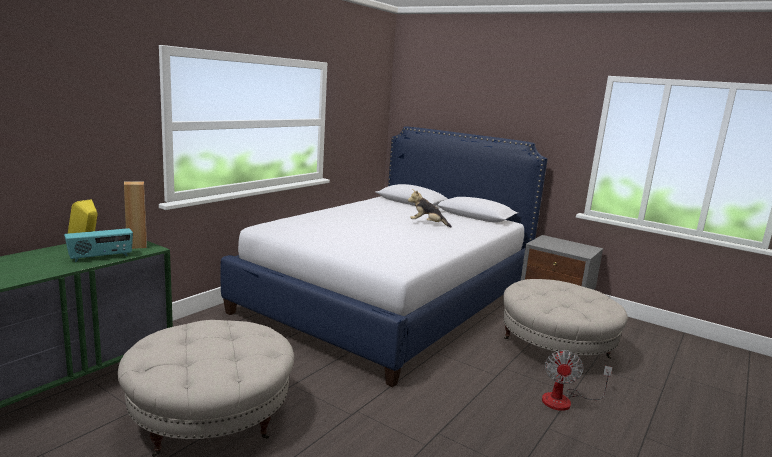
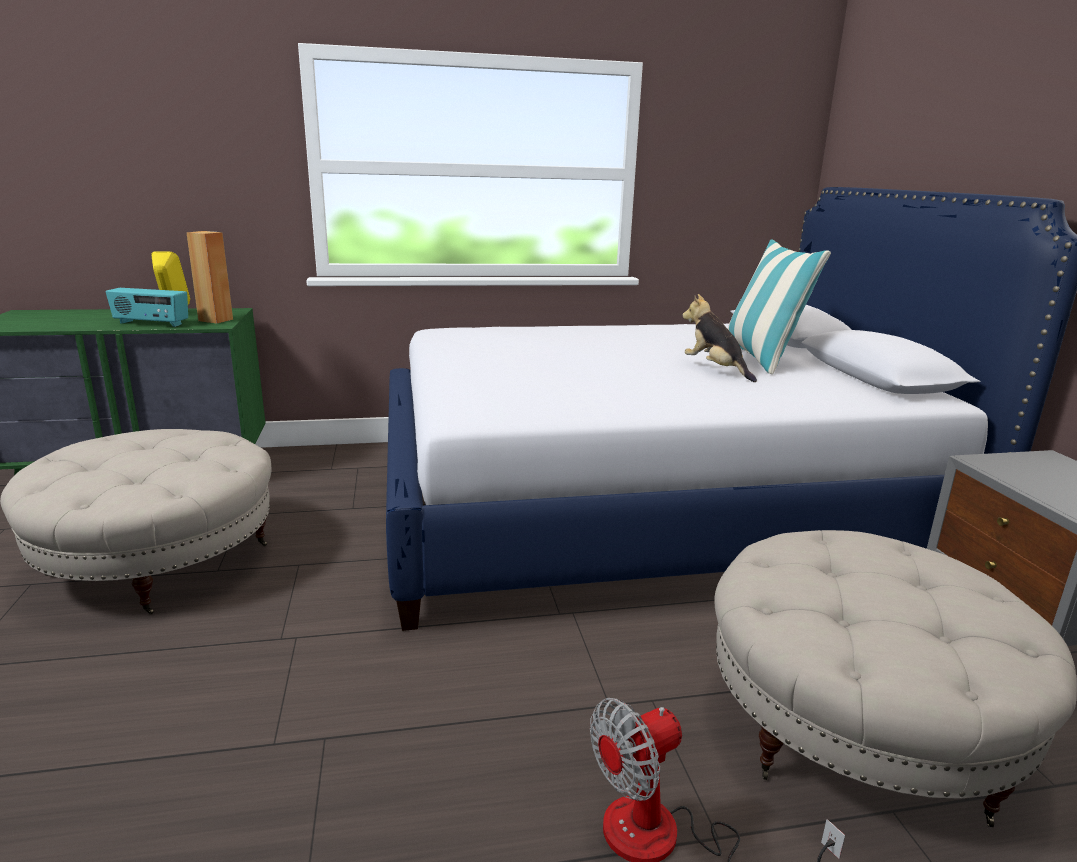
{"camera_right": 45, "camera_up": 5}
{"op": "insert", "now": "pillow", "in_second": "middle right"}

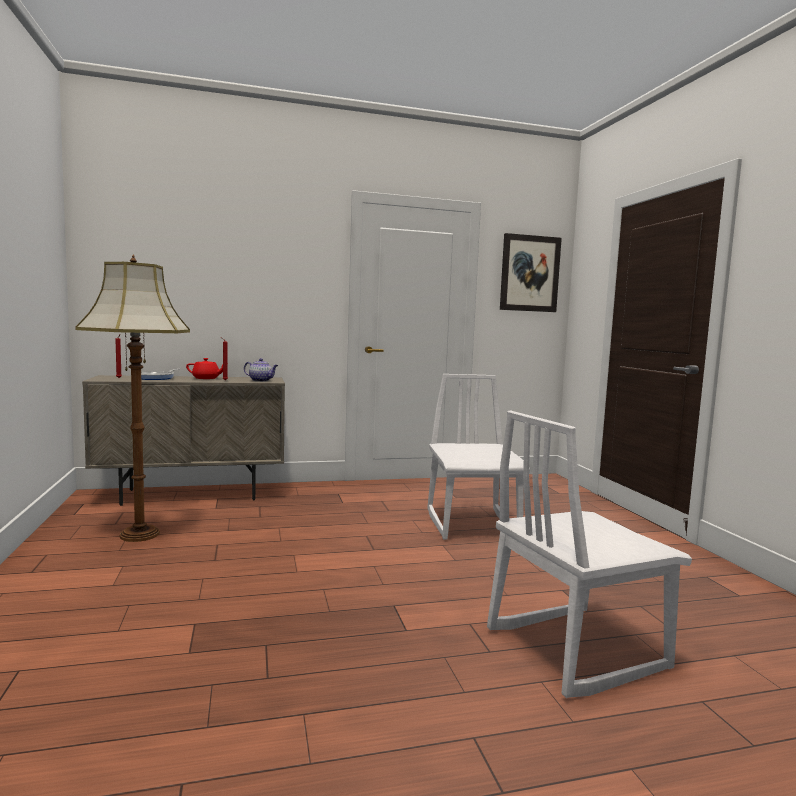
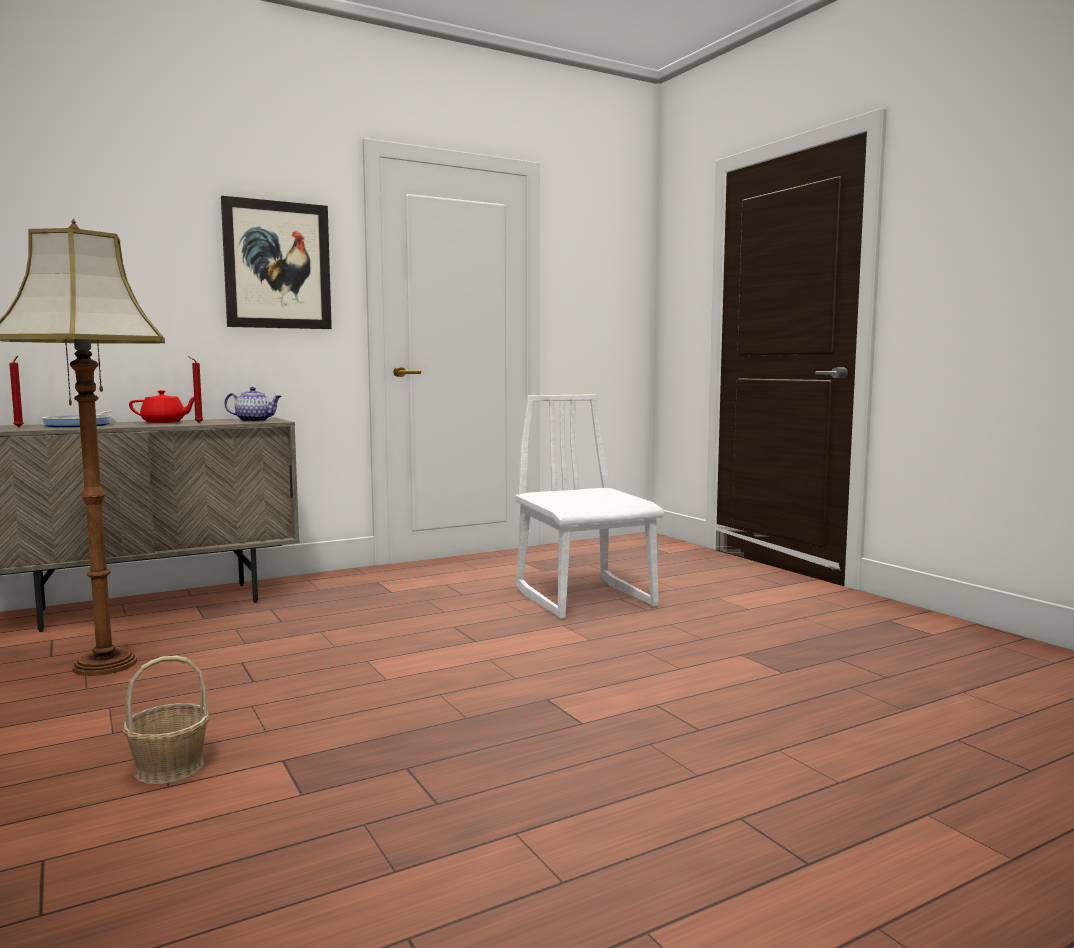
{"camera_right": -15, "camera_up": 0}
{"op": "move", "was": "wall picture", "in_first": "middle right", "in_second": "top left"}
{"op": "delete", "was": "chair (whitish) (2nd from left)", "in_first": "bottom right"}
{"op": "insert", "now": "storage basket", "in_second": "bottom left"}

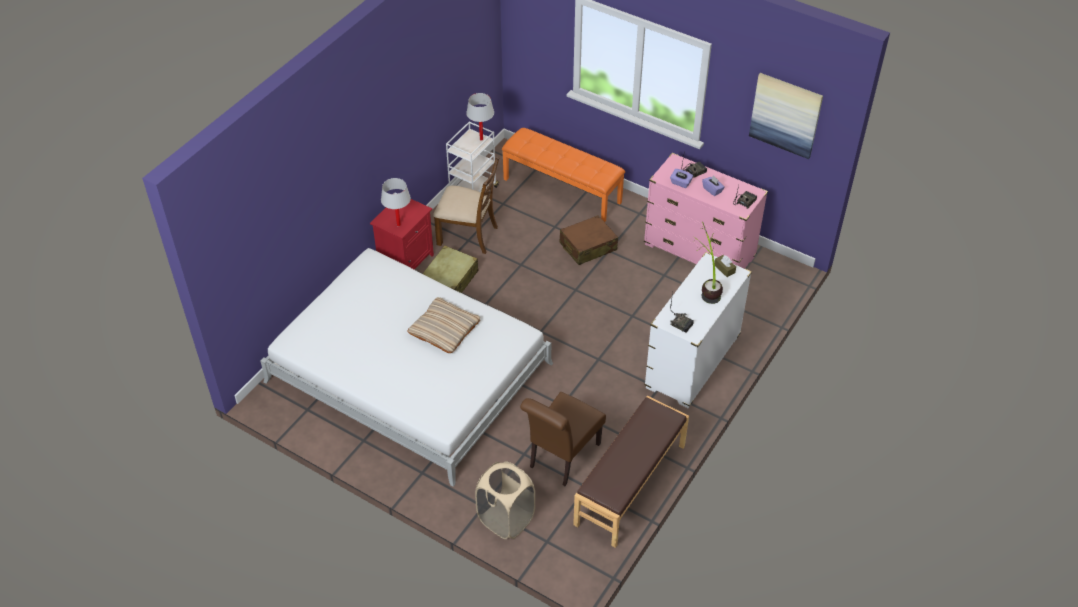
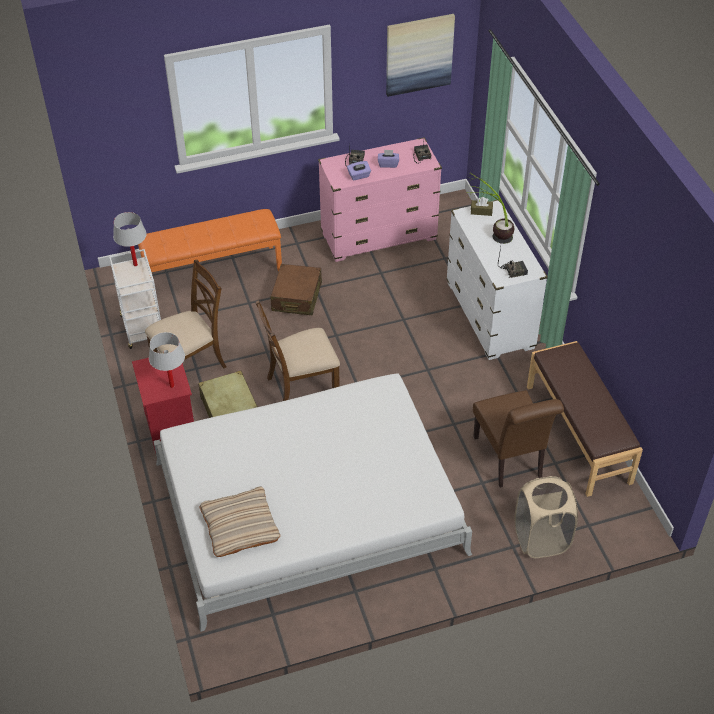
{"camera_right": -50, "camera_up": 0}
{"op": "move", "was": "pillow (sand-coloured)", "in_first": "centre", "in_second": "bottom centre"}
{"op": "insert", "now": "chair (brown) (2nd from left)", "in_second": "centre"}

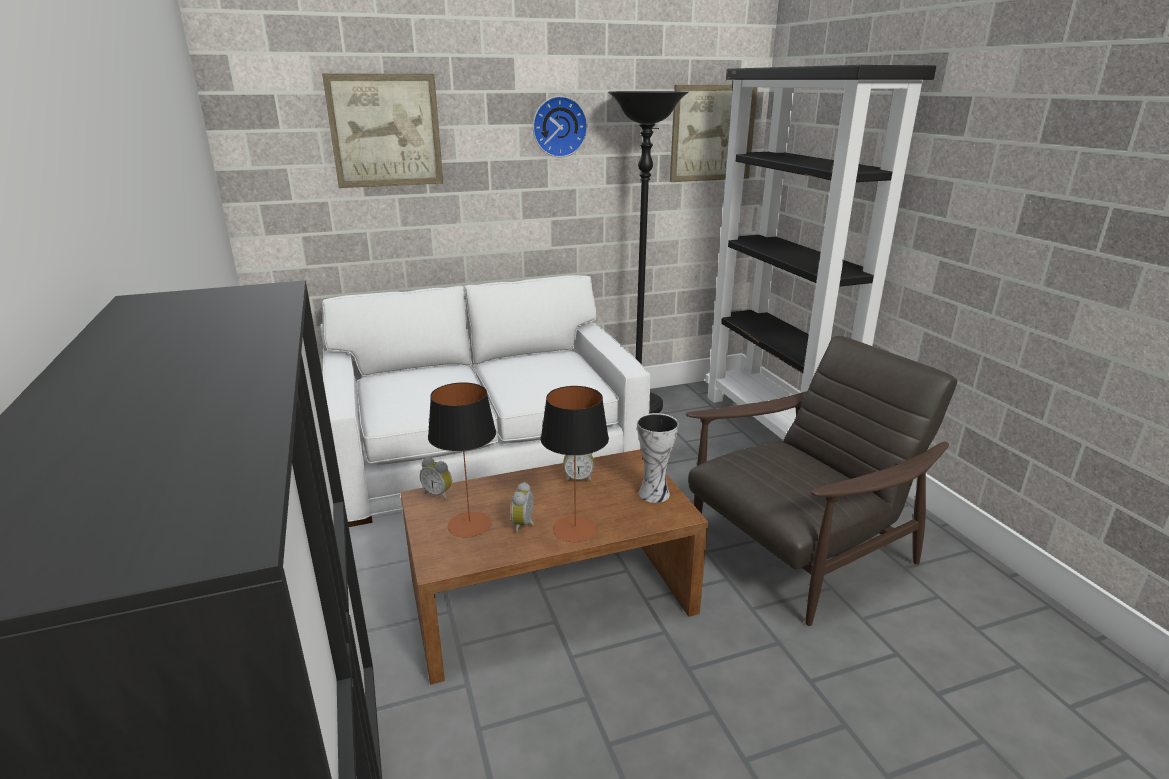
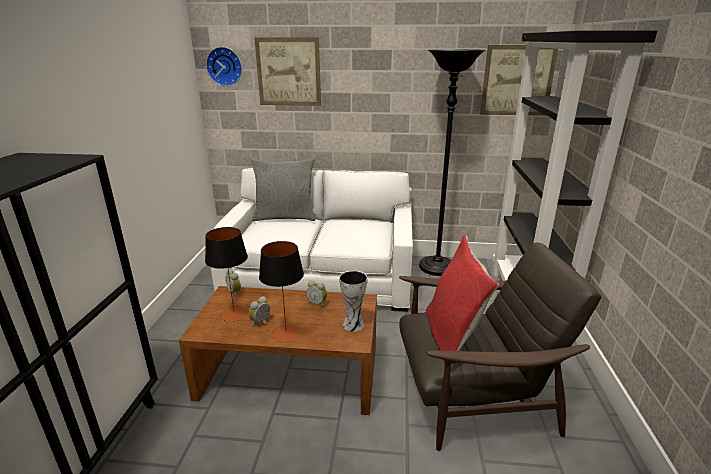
{"camera_right": 25, "camera_up": 0}
{"op": "move", "was": "wall clock", "in_first": "top centre", "in_second": "top left"}
{"op": "insert", "now": "pillow (gray)", "in_second": "centre"}
{"op": "insert", "now": "pillow (reddish)", "in_second": "centre"}

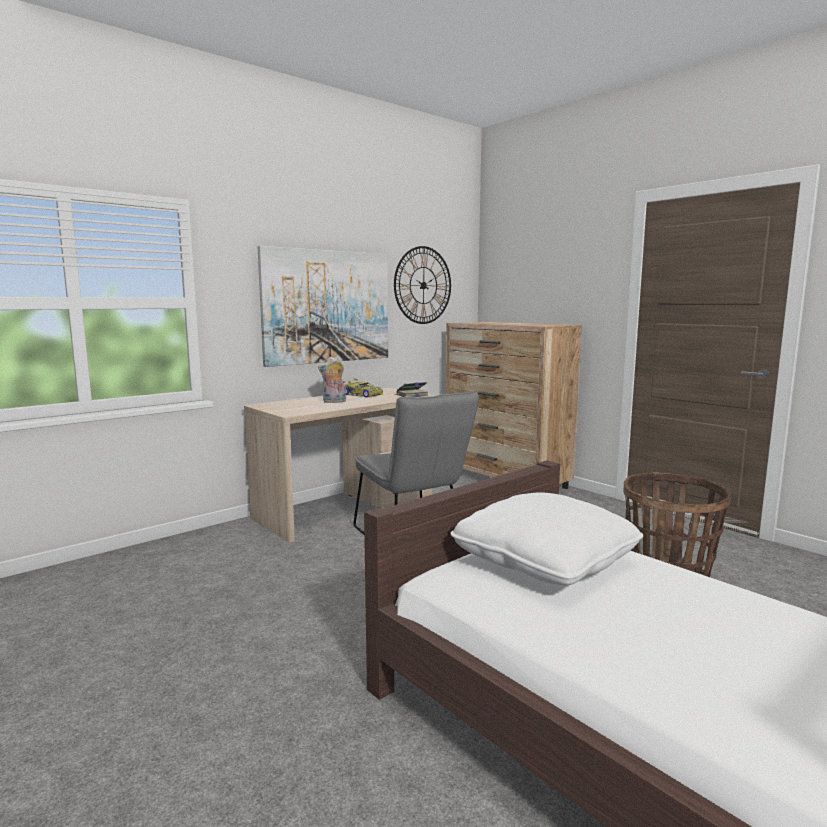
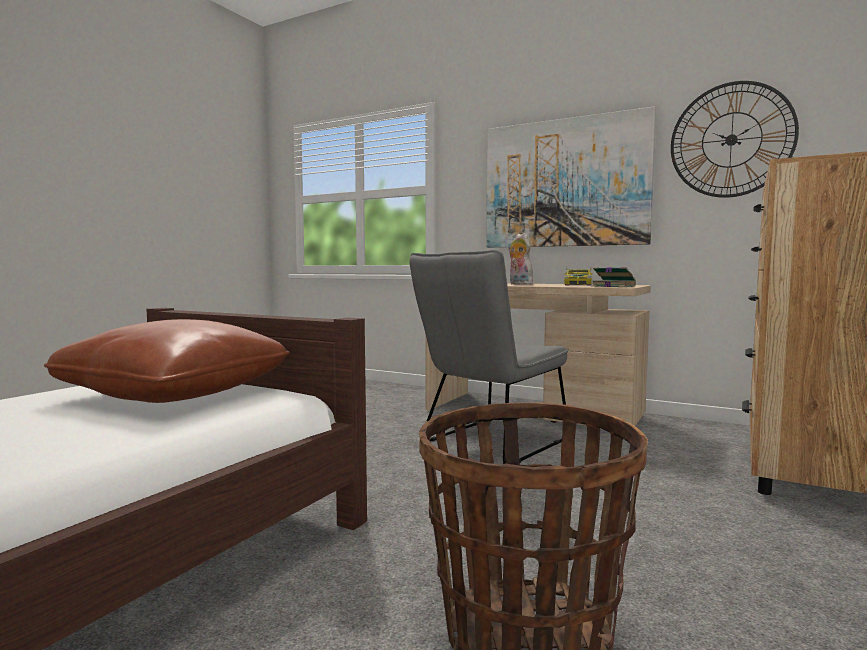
{"camera_right": 70, "camera_up": -5}
{"op": "recolor", "was": "pillow (whitish)", "now": "pillow (brown)", "in_first": "centre", "in_second": "middle left"}

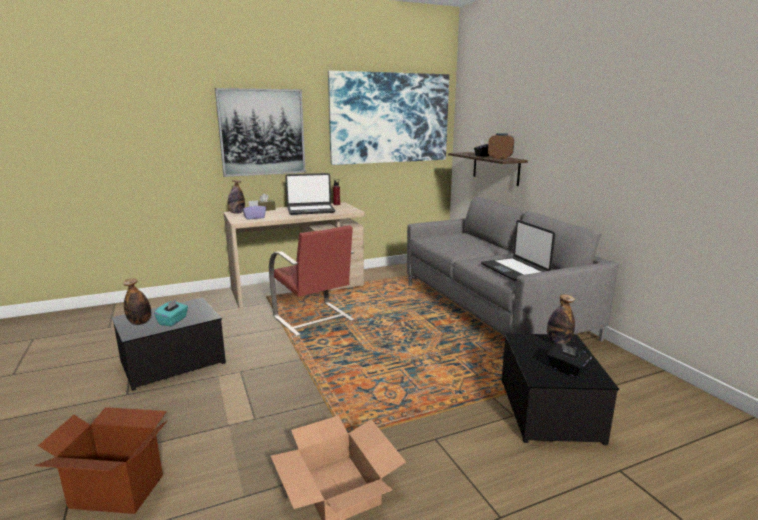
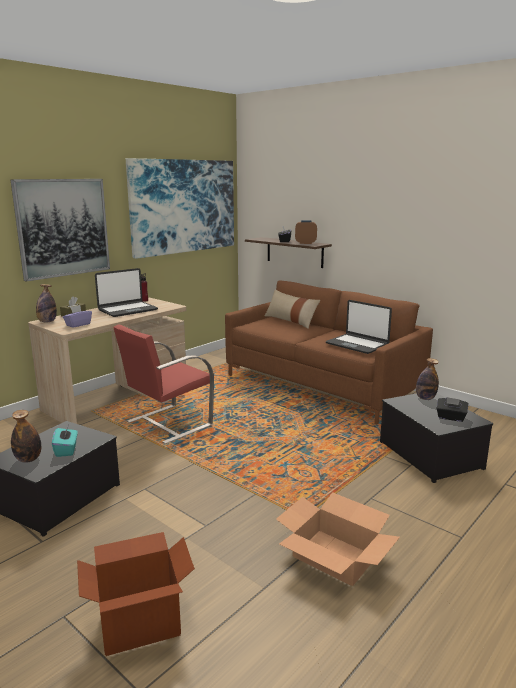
{"camera_right": -25, "camera_up": 0}
{"op": "recolor", "was": "couch (gray)", "now": "couch (brown)", "in_first": "middle right", "in_second": "centre"}
{"op": "rotate", "was": "chair (reddish)", "in_first": "centre", "in_second": "middle left", "clockwise": 105}
{"op": "insert", "now": "pillow (sand-coloured)", "in_second": "centre"}

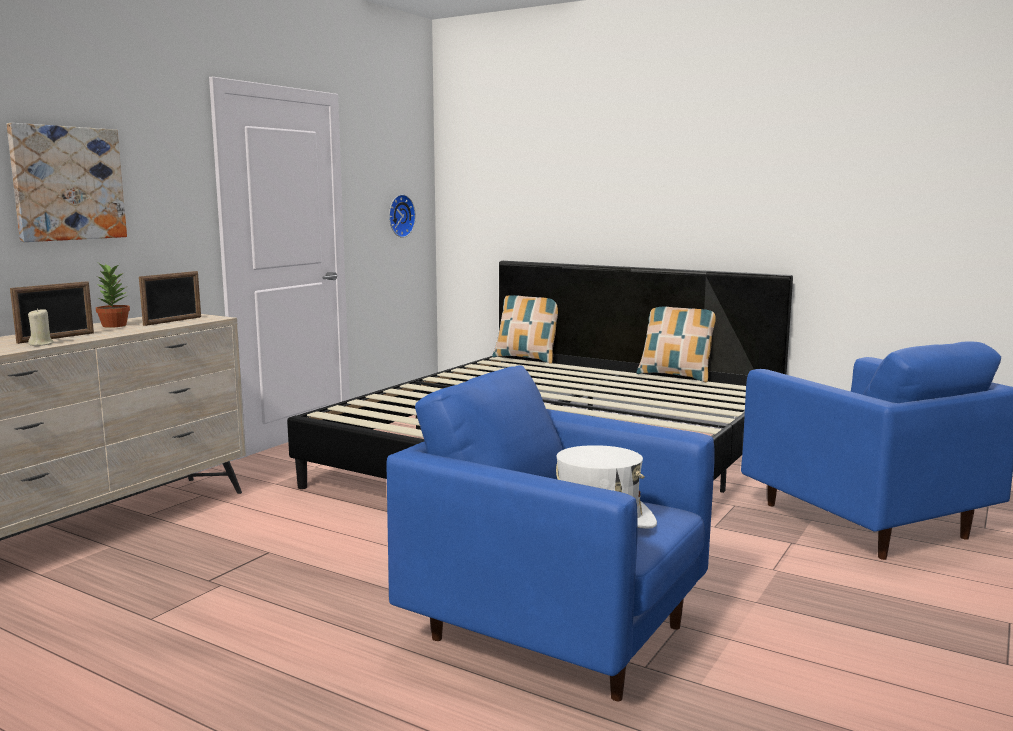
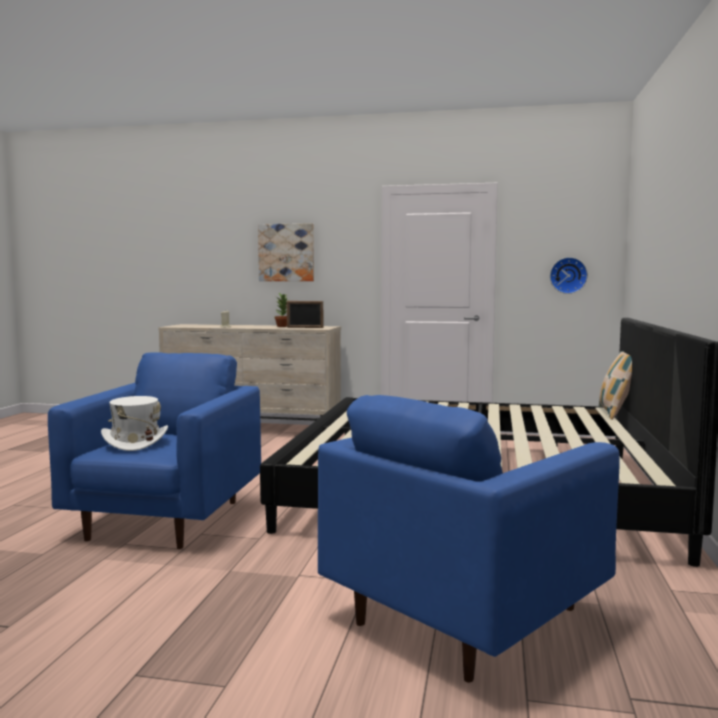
{"camera_right": 70, "camera_up": -5}
{"op": "delete", "was": "picture frame (1st from left)", "in_first": "middle left"}
{"op": "delete", "was": "pillow (2nd from left)", "in_first": "middle right"}

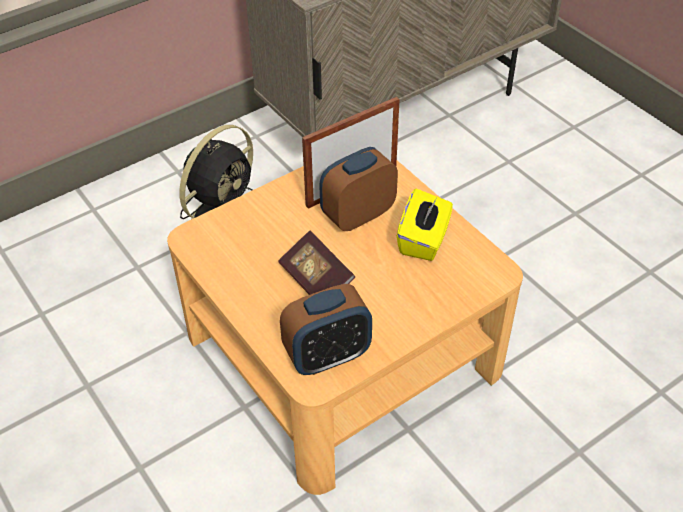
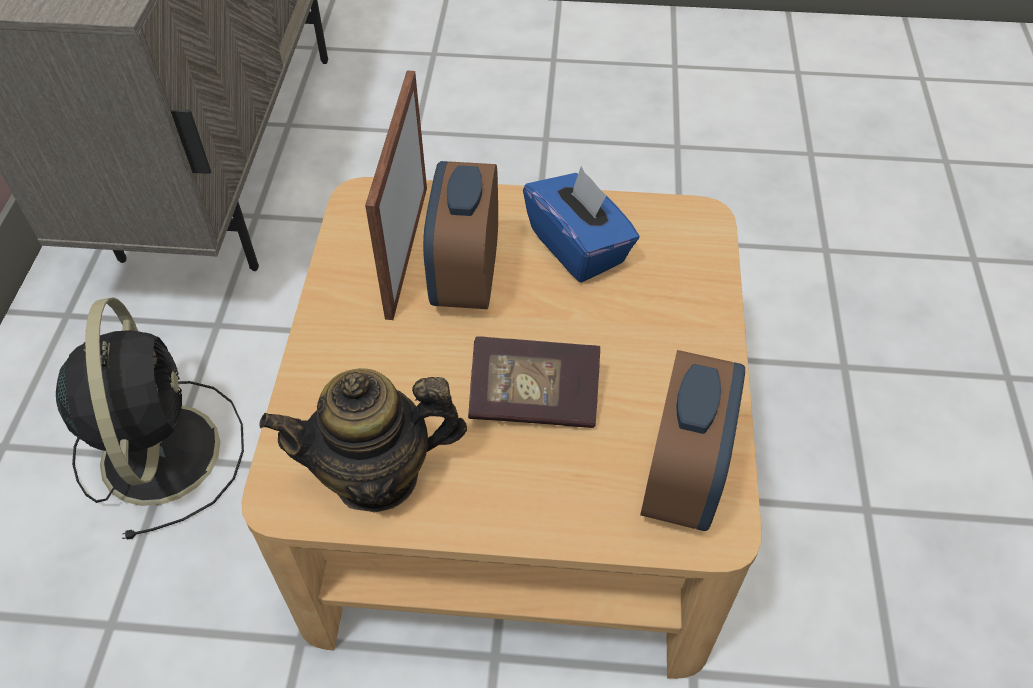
{"camera_right": -50, "camera_up": 5}
{"op": "recolor", "was": "tissue box (yellow)", "now": "tissue box (blue-coloured)", "in_first": "centre", "in_second": "top centre"}
{"op": "insert", "now": "teapot", "in_second": "centre"}

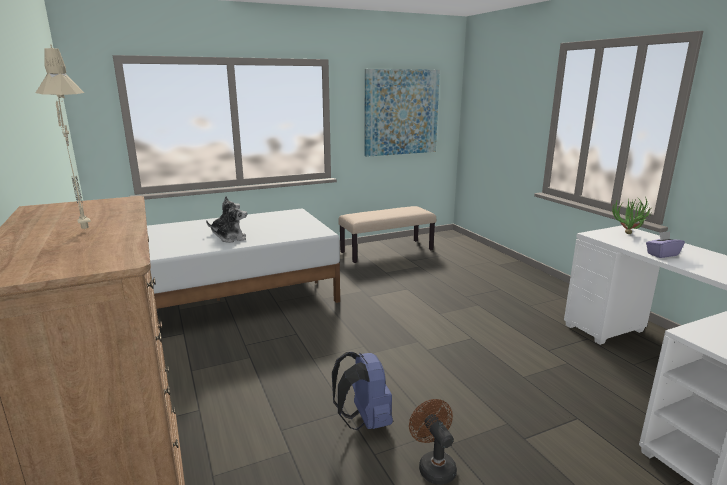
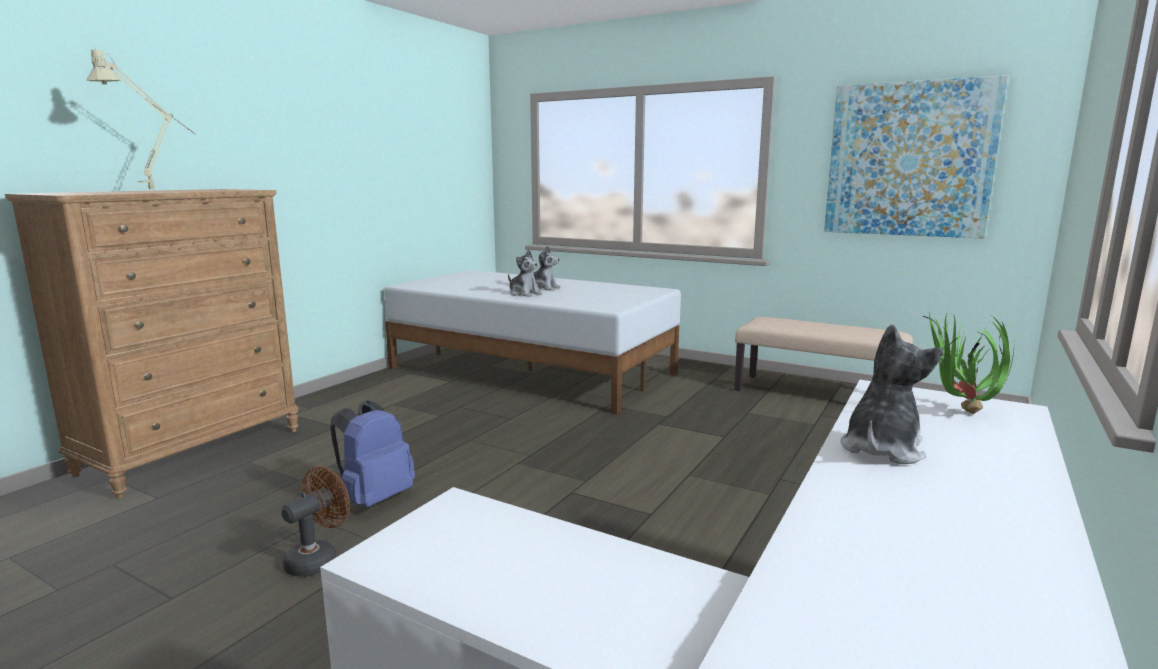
{"camera_right": 55, "camera_up": -5}
{"op": "replace", "was": "tissue box (purple-coloured)", "now": "soft toy (3rd from left)", "in_first": "middle right", "in_second": "middle right"}

